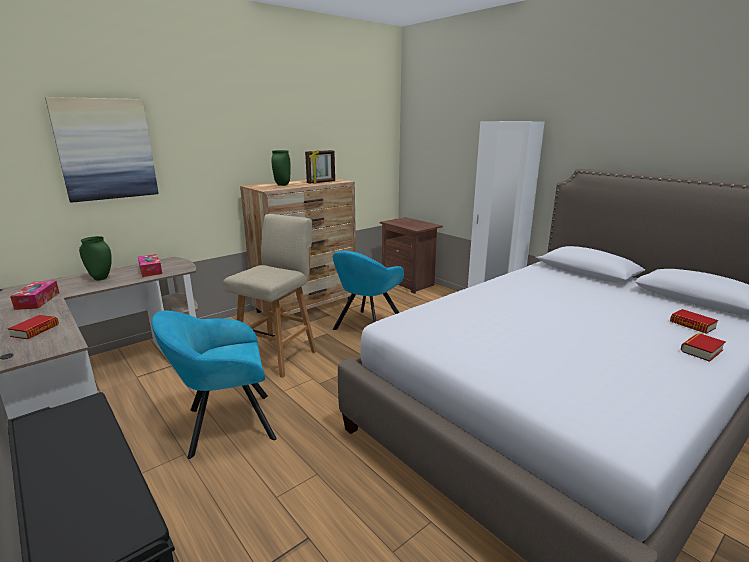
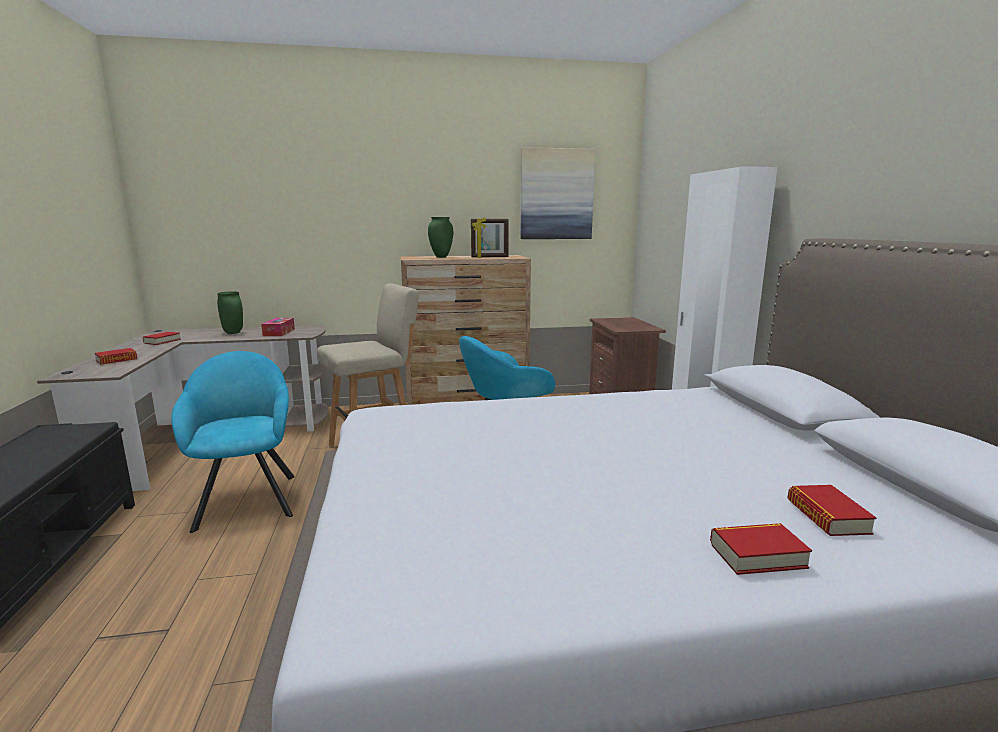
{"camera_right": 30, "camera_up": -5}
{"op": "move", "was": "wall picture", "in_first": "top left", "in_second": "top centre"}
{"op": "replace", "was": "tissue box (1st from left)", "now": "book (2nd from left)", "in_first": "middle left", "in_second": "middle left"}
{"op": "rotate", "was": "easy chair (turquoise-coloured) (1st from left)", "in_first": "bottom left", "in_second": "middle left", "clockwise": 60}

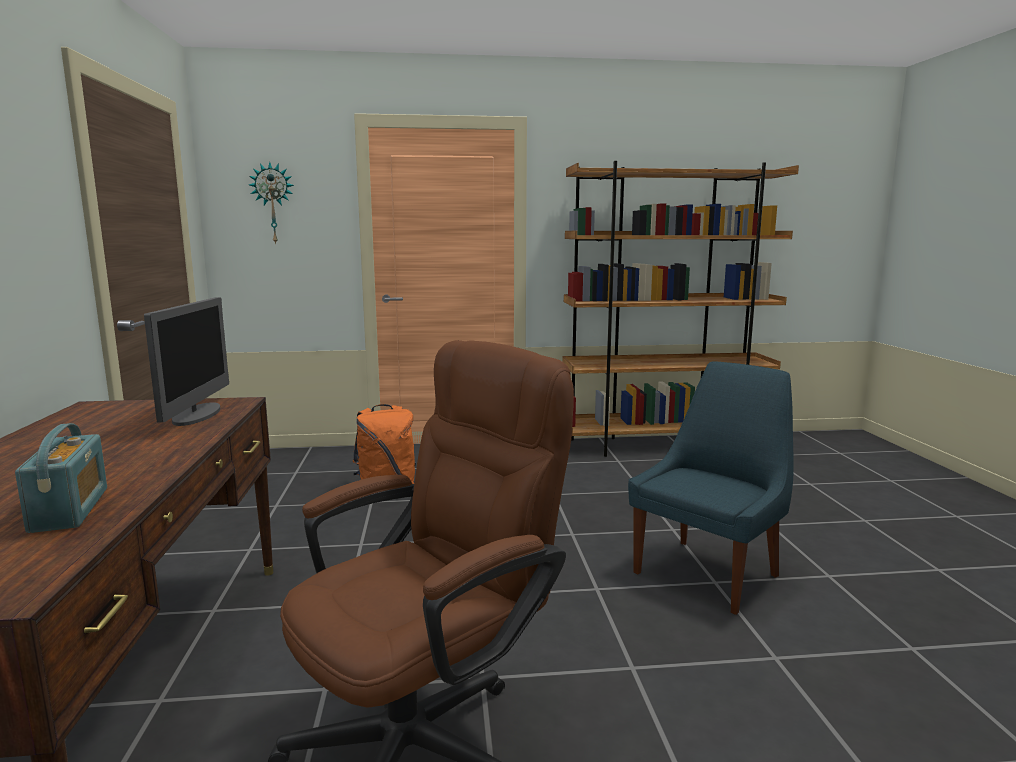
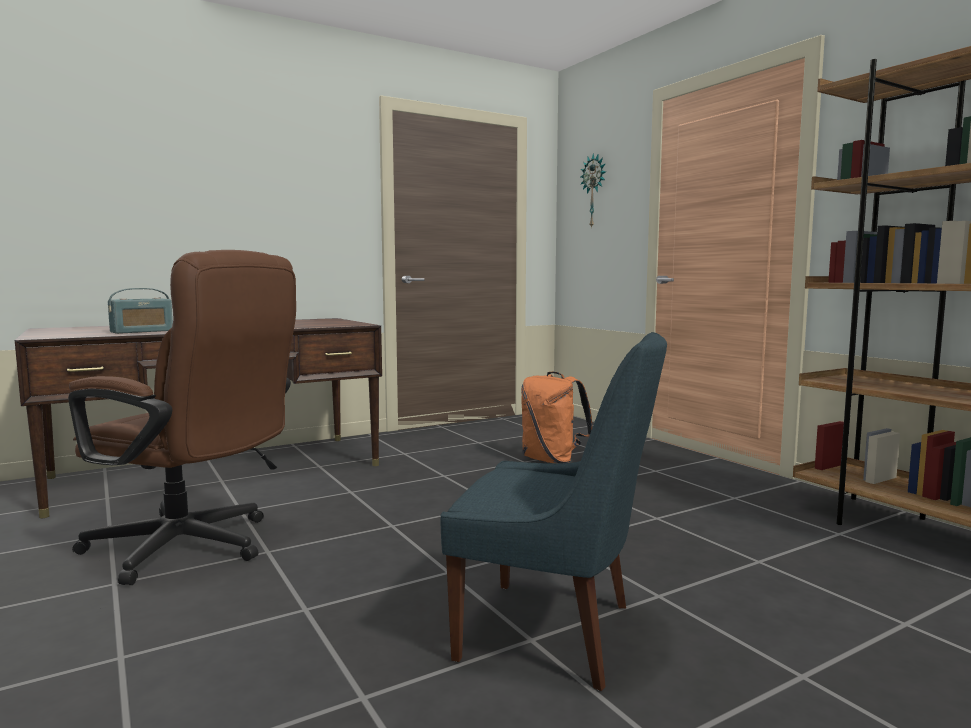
{"camera_right": 65, "camera_up": -5}
{"op": "delete", "was": "monitor", "in_first": "middle left"}

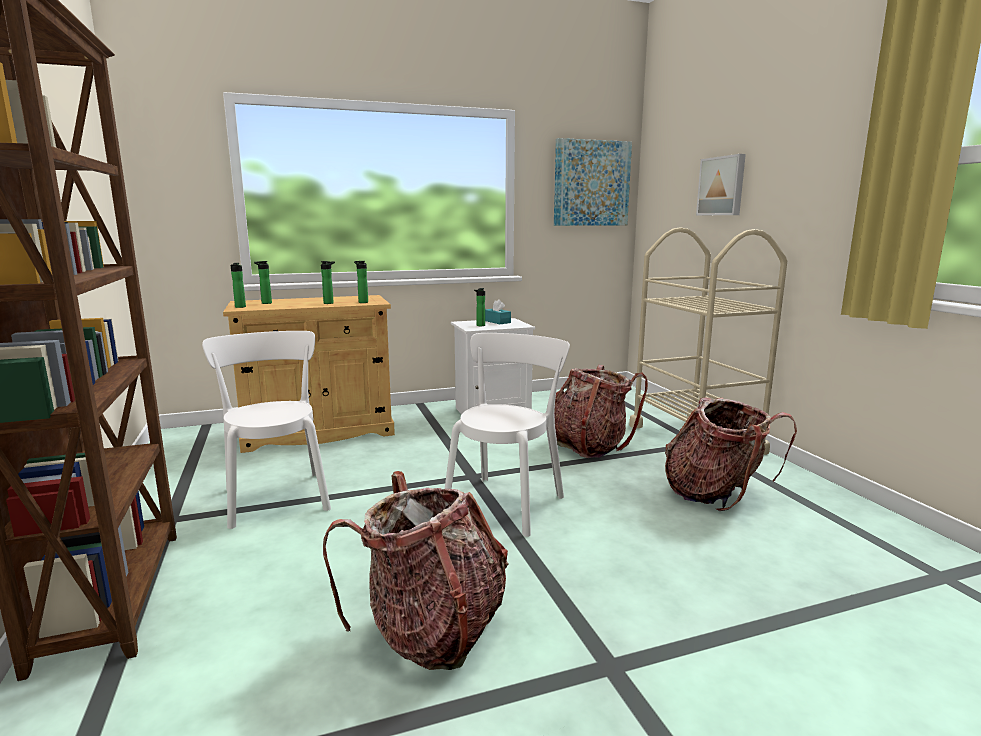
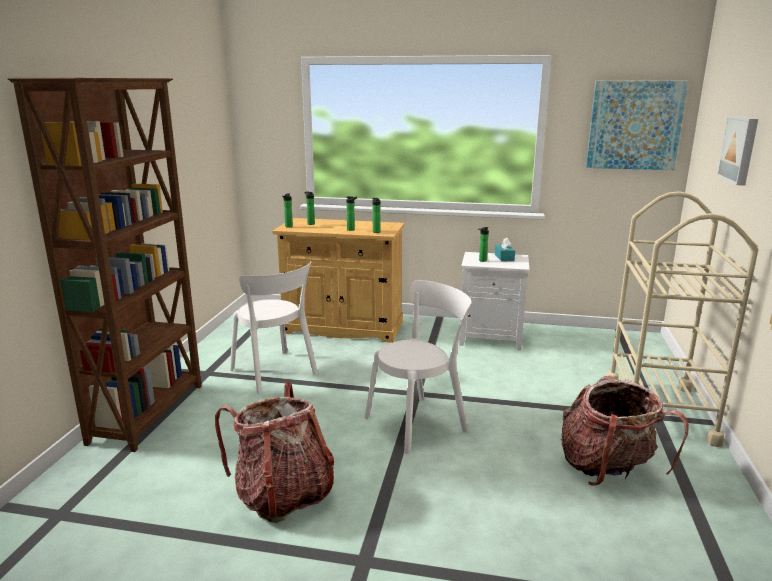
{"camera_right": 30, "camera_up": 5}
{"op": "rotate", "was": "chair (whitish) (1st from left)", "in_first": "middle left", "in_second": "centre", "clockwise": 135}
{"op": "delete", "was": "rucksack (2nd from left)", "in_first": "centre"}

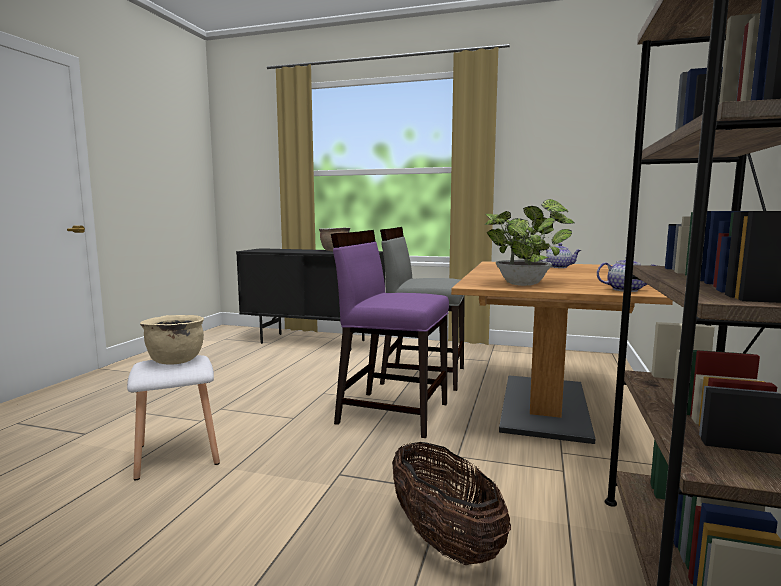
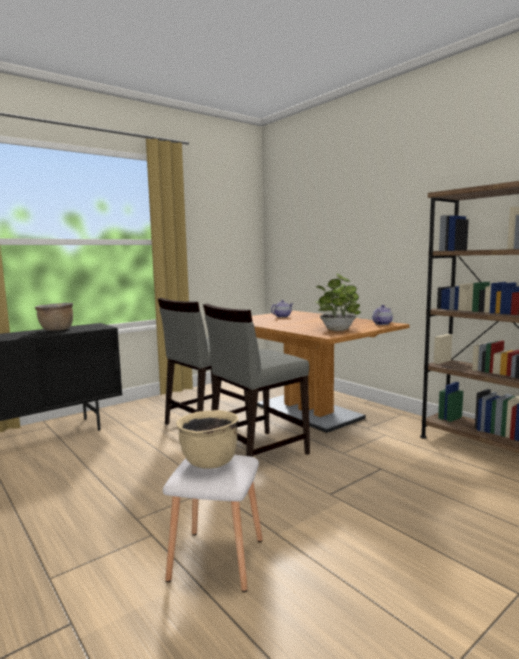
{"camera_right": -55, "camera_up": 0}
{"op": "recolor", "was": "chair (purple-coloured)", "now": "chair (gray) (2nd from left)", "in_first": "centre", "in_second": "centre"}
{"op": "delete", "was": "storage basket", "in_first": "bottom centre"}

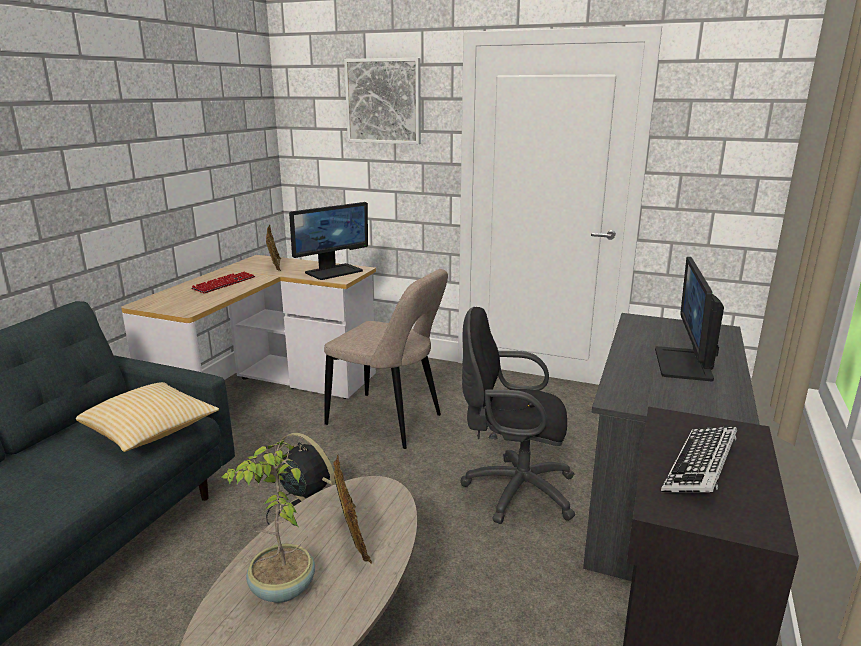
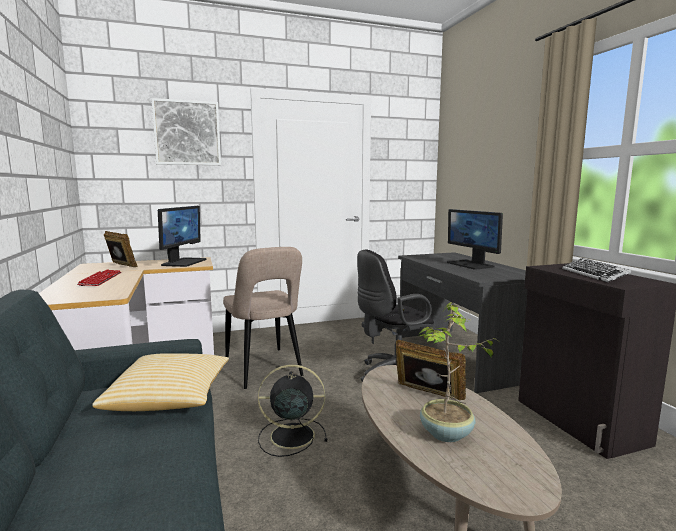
{"camera_right": -40, "camera_up": -10}
{"op": "rotate", "was": "chair (sand-coloured)", "in_first": "centre", "in_second": "centre", "clockwise": 75}

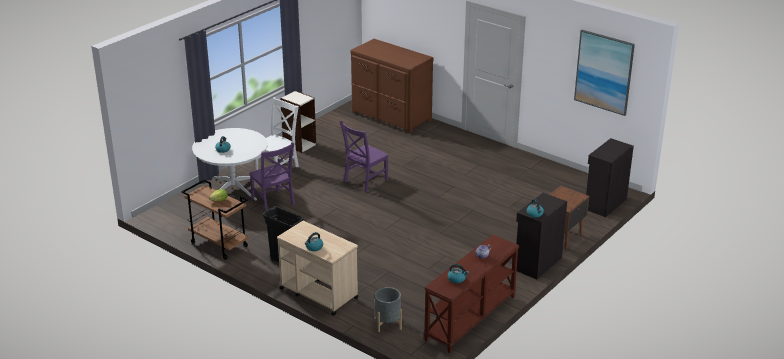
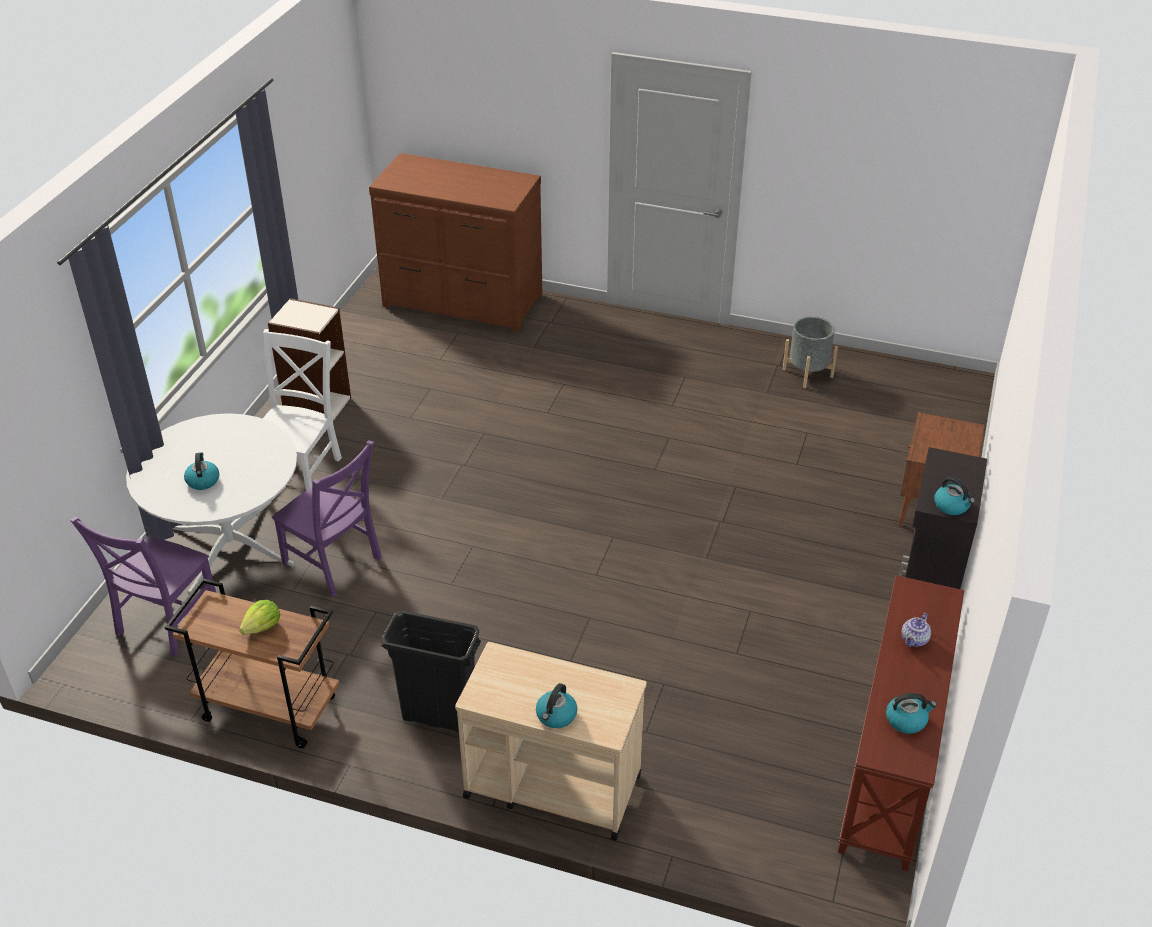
{"camera_right": -20, "camera_up": 10}
{"op": "delete", "was": "wall picture", "in_first": "top right"}
{"op": "move", "was": "chair (purple-coloured) (2nd from left in the first image)", "now": "chair (purple-coloured) (1st from left)", "in_first": "centre", "in_second": "middle left"}
{"op": "delete", "was": "cabinet (blackish) (2nd from left)", "in_first": "middle right"}
{"op": "move", "was": "flower pot (gray)", "in_first": "bottom centre", "in_second": "middle right"}

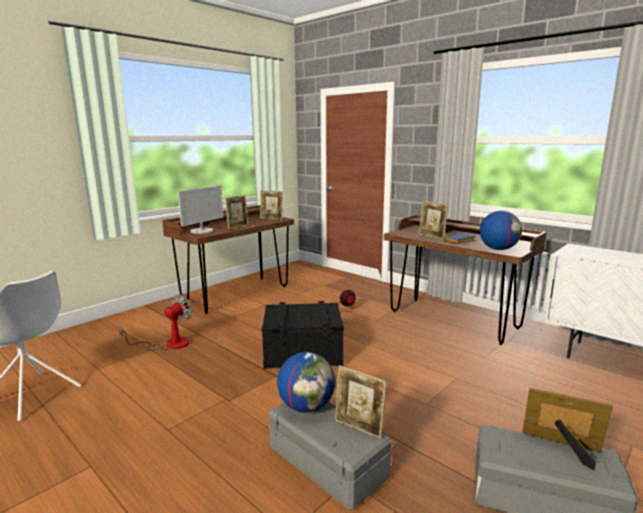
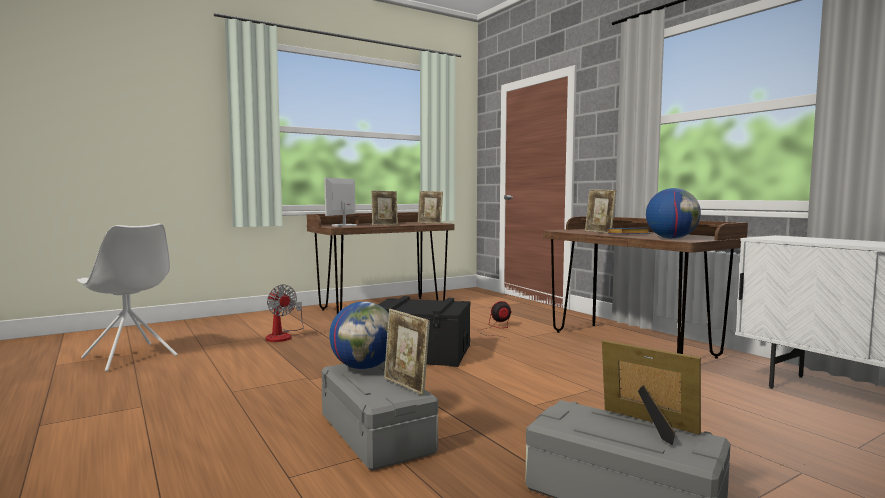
{"camera_right": 15, "camera_up": -10}
{"op": "rotate", "was": "monitor", "in_first": "middle left", "in_second": "centre", "clockwise": 150}
{"op": "rotate", "was": "electric fan (1st from left)", "in_first": "middle left", "in_second": "middle left", "clockwise": 90}

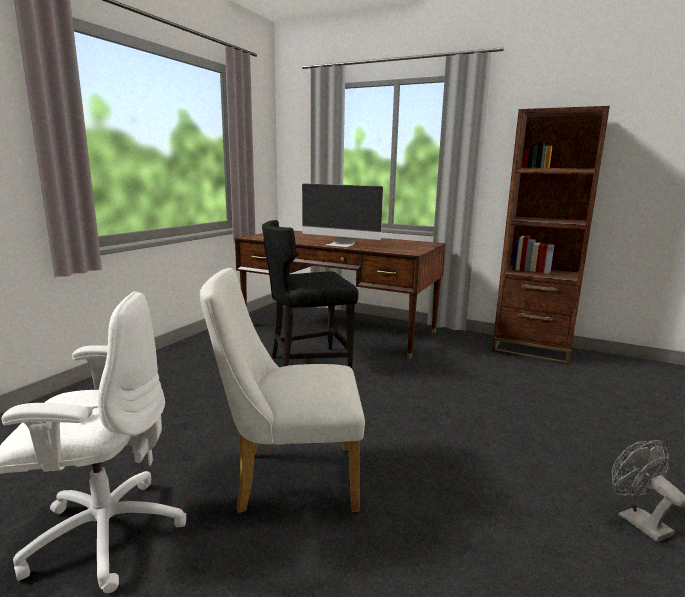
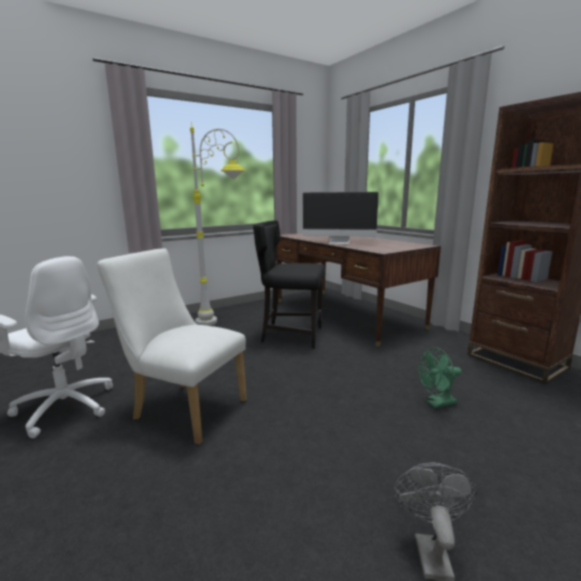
{"camera_right": 30, "camera_up": 0}
{"op": "rotate", "was": "monitor", "in_first": "centre", "in_second": "centre", "clockwise": -45}
{"op": "insert", "now": "standard lamp (gray)", "in_second": "centre"}
{"op": "insert", "now": "electric fan (green)", "in_second": "middle right"}

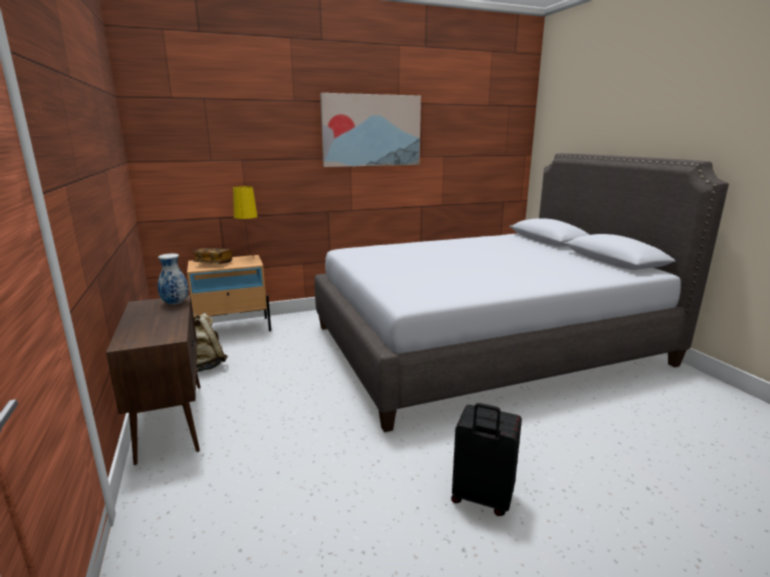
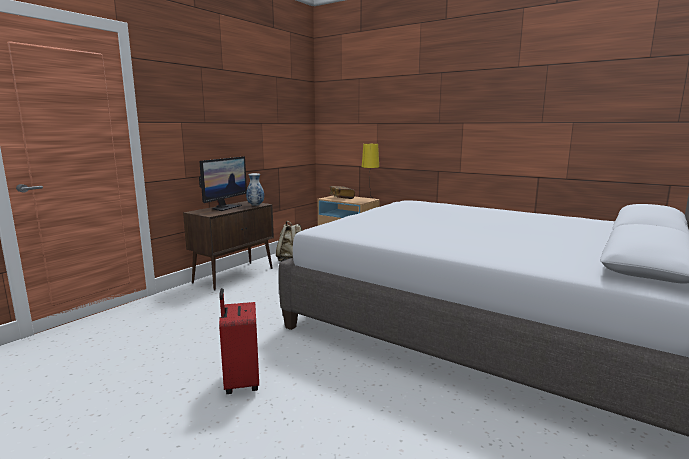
{"camera_right": 55, "camera_up": -5}
{"op": "delete", "was": "wall picture", "in_first": "top centre"}
{"op": "recolor", "was": "piece of luggage (blackish)", "now": "piece of luggage (reddish)", "in_first": "bottom centre", "in_second": "bottom centre"}
{"op": "insert", "now": "monitor", "in_second": "middle left"}

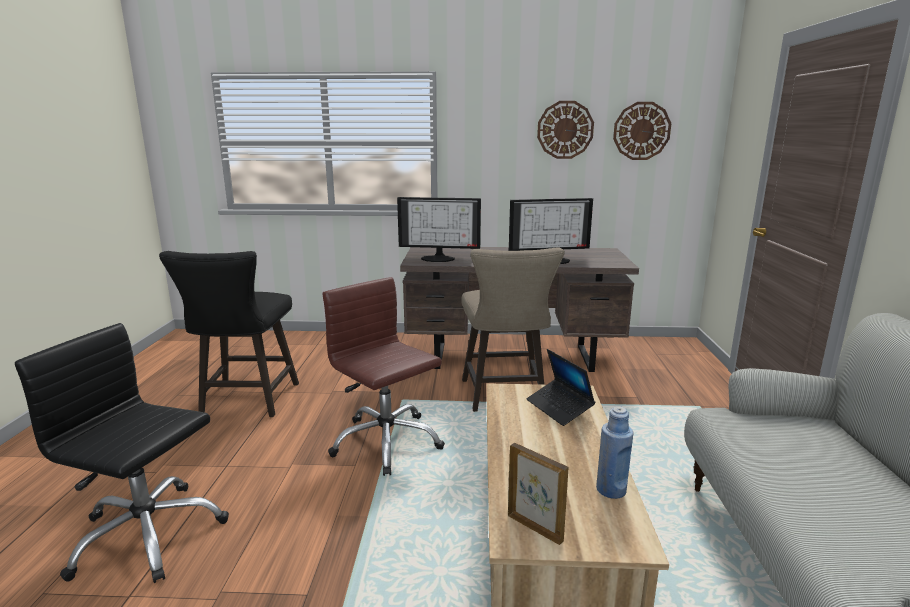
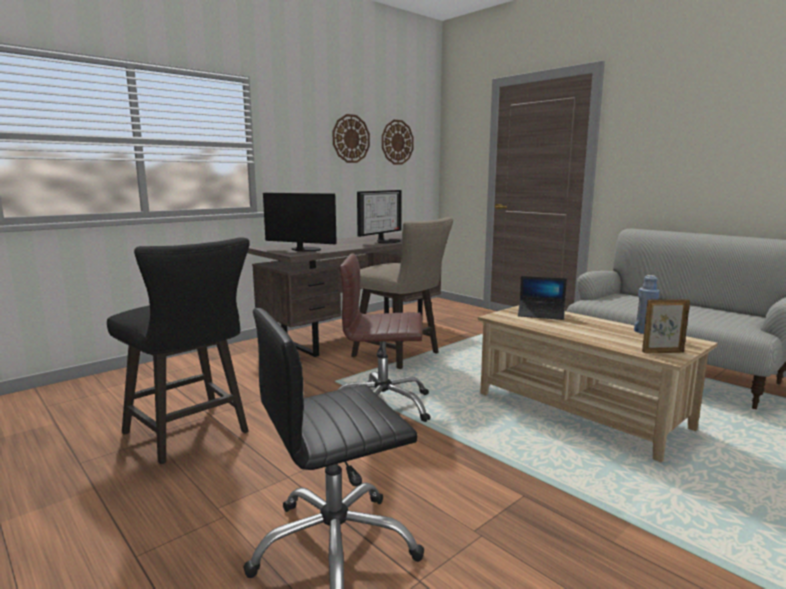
{"camera_right": -45, "camera_up": -5}
{"op": "rotate", "was": "monitor (1st from left)", "in_first": "centre", "in_second": "centre", "clockwise": -120}

